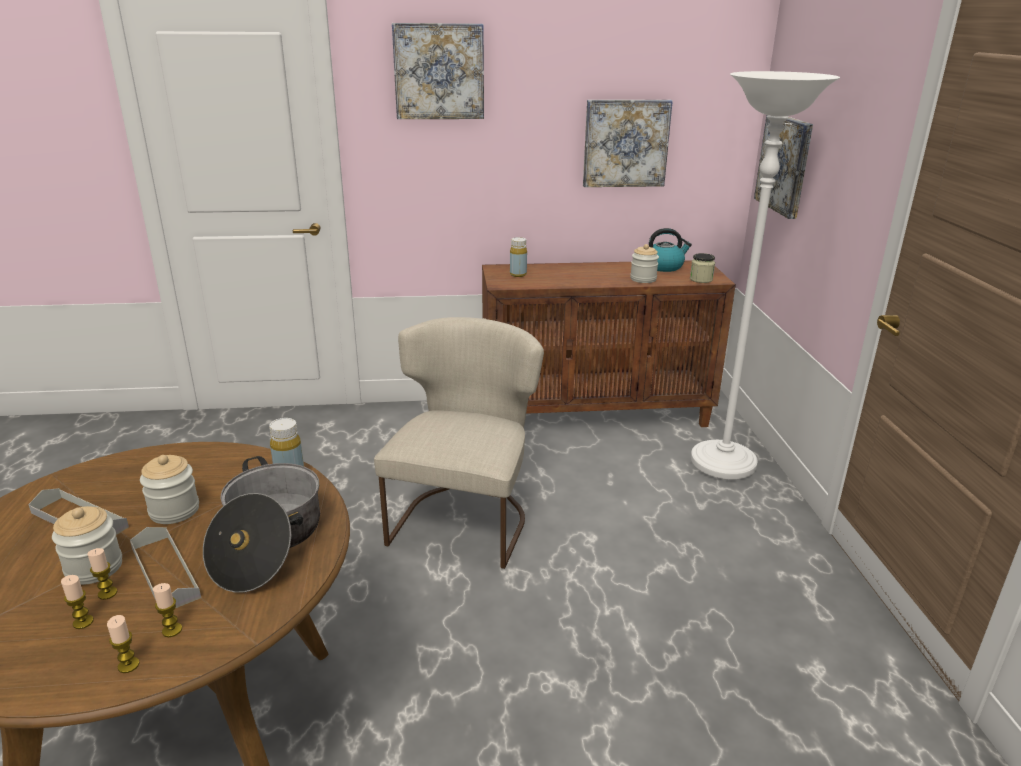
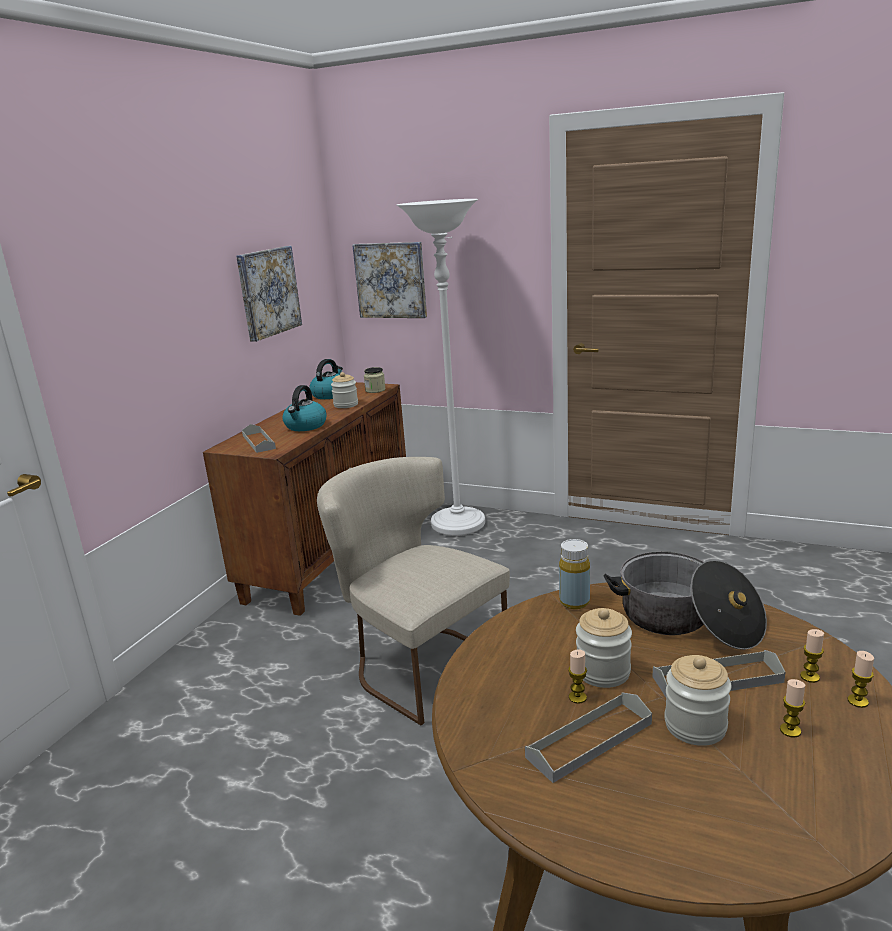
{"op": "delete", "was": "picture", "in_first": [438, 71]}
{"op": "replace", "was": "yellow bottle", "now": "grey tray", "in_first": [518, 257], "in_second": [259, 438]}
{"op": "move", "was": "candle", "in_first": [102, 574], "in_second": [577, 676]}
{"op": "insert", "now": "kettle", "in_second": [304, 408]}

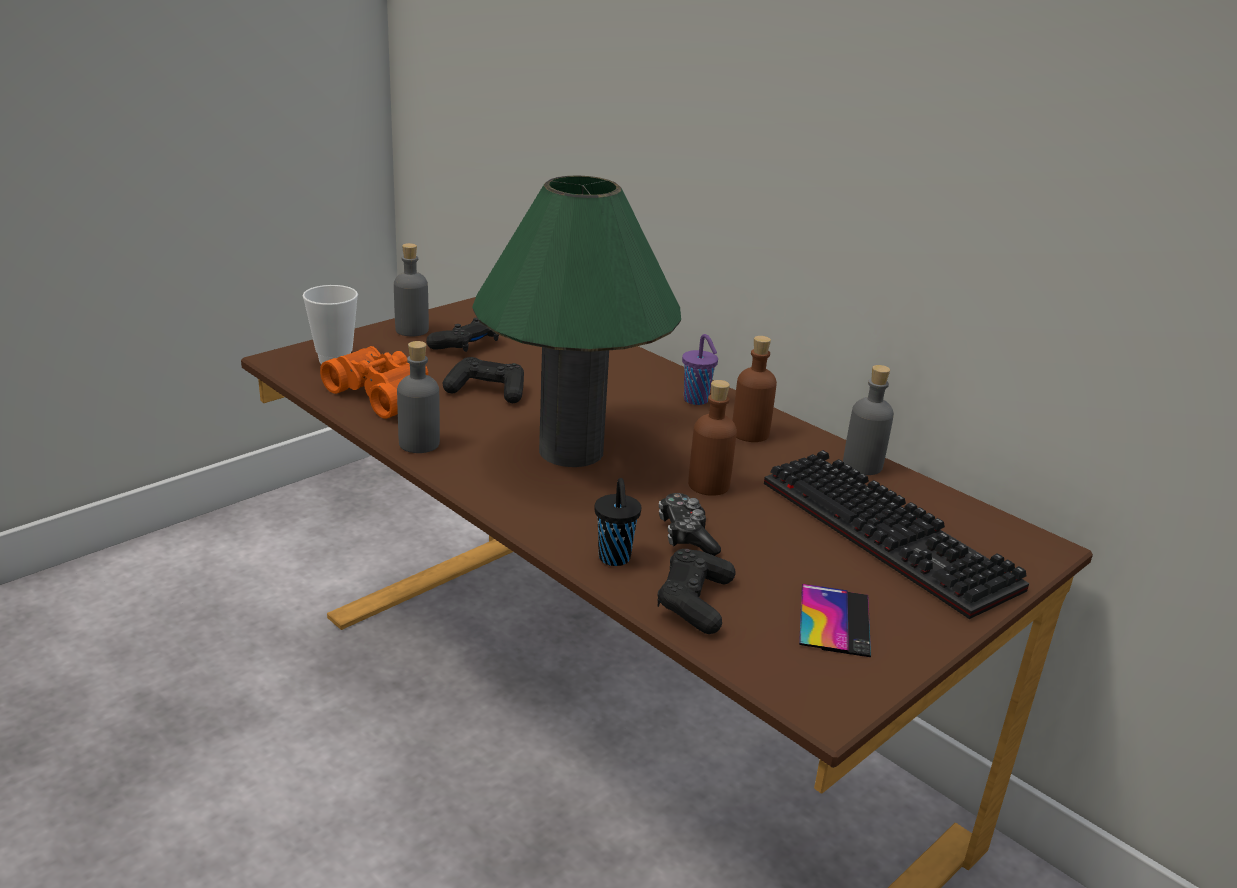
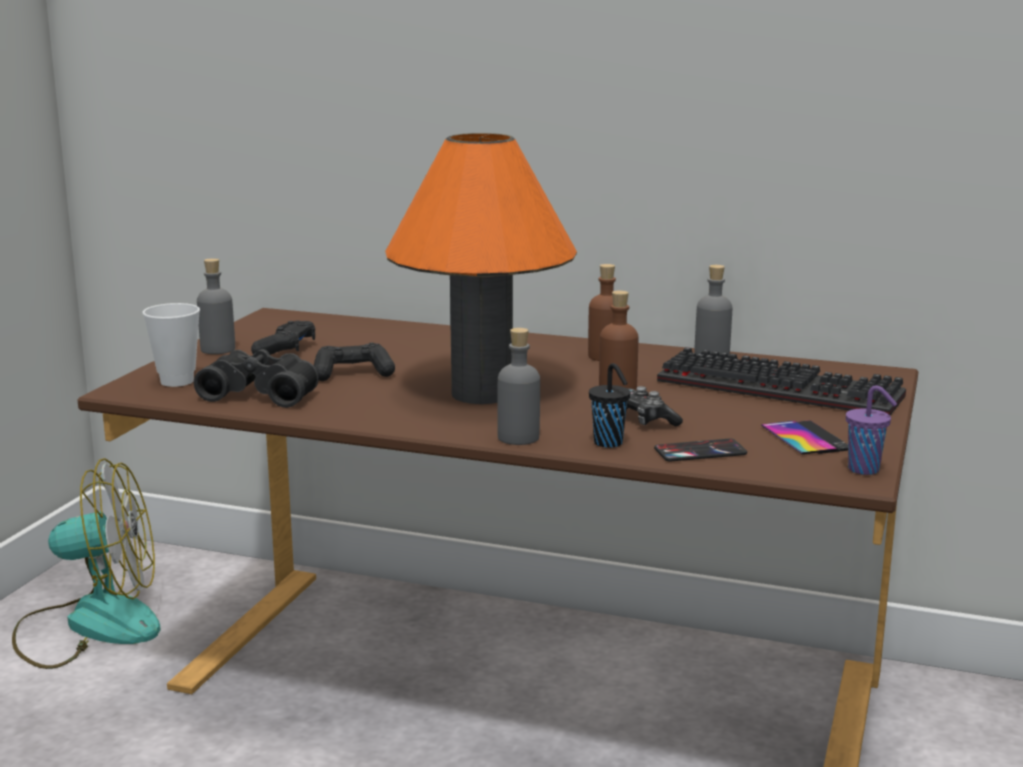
{"op": "recolor", "was": "green table lamp", "now": "orange table lamp", "in_first": [576, 321], "in_second": [481, 268]}
{"op": "move", "was": "purple cup", "in_first": [700, 369], "in_second": [871, 430]}
{"op": "move", "was": "grey bottle", "in_first": [418, 397], "in_second": [518, 386]}
{"op": "recolor", "was": "orange binoculars", "now": "black binoculars", "in_first": [374, 382], "in_second": [256, 378]}
{"op": "replace", "was": "black game controller", "now": "phone", "in_first": [696, 591], "in_second": [700, 450]}
{"op": "insert", "now": "fan", "in_second": [86, 563]}

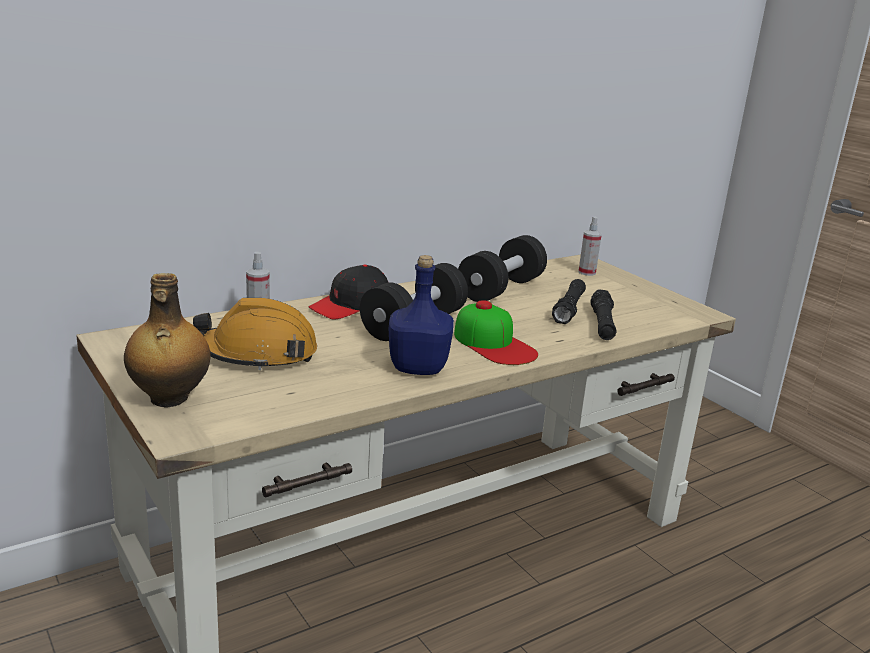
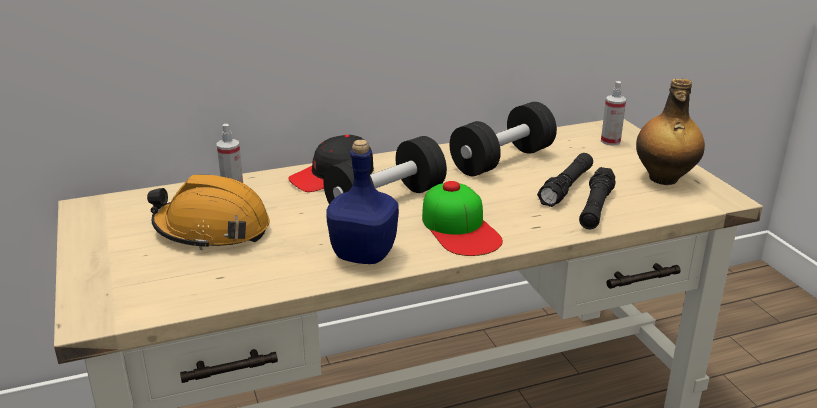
{"op": "move", "was": "bottle", "in_first": [167, 340], "in_second": [670, 132]}

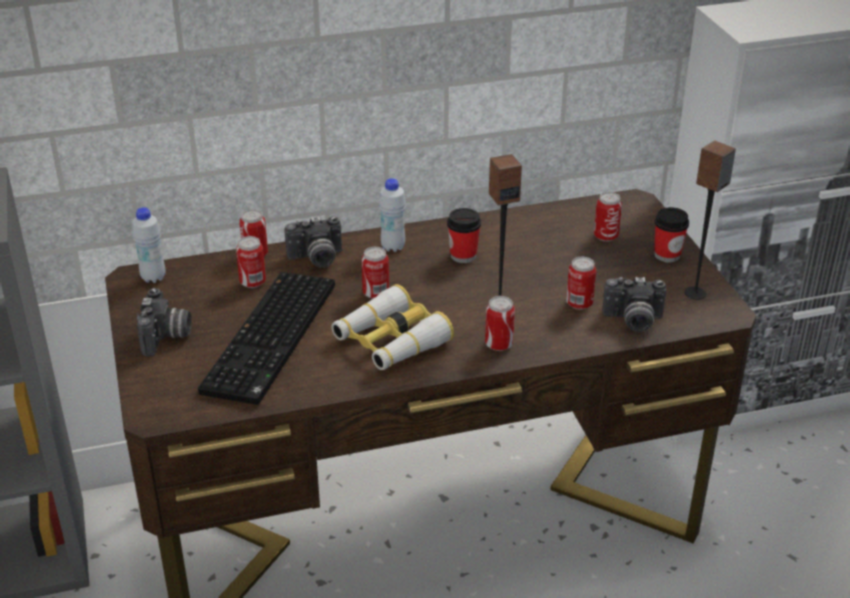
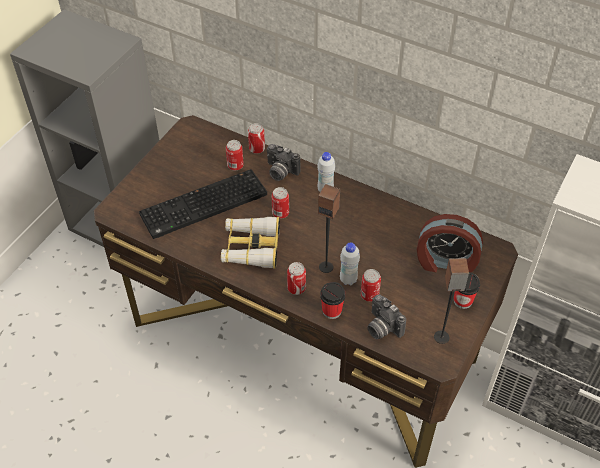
{"op": "replace", "was": "can", "now": "alarm clock", "in_first": [608, 217], "in_second": [450, 243]}
{"op": "move", "was": "white bottle", "in_first": [149, 245], "in_second": [350, 263]}
{"op": "move", "was": "cup", "in_first": [464, 235], "in_second": [333, 300]}
{"op": "delete", "was": "photo camera", "in_first": [164, 322]}

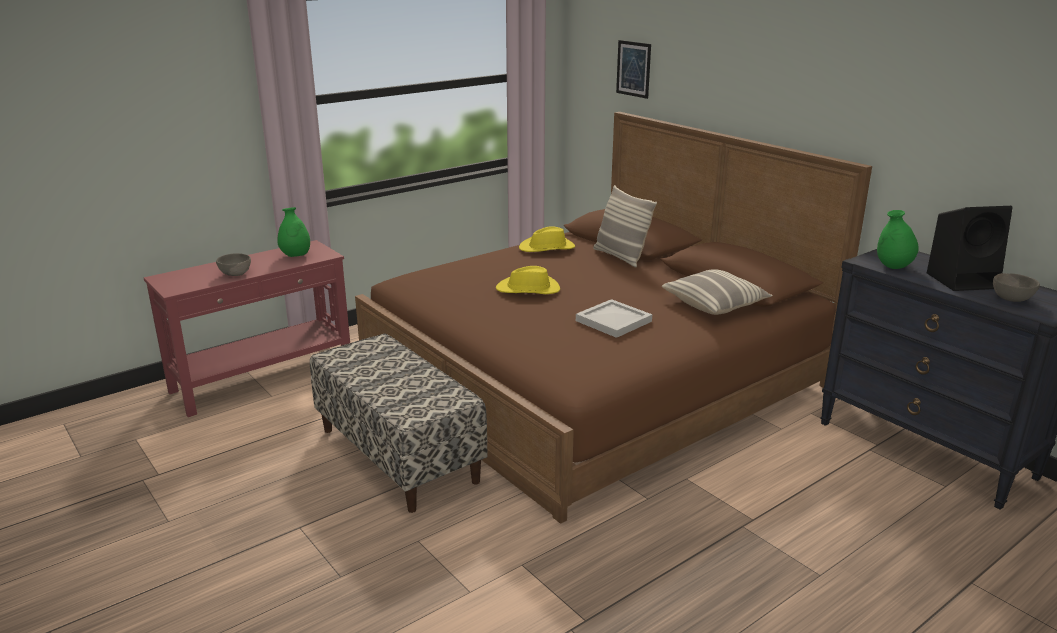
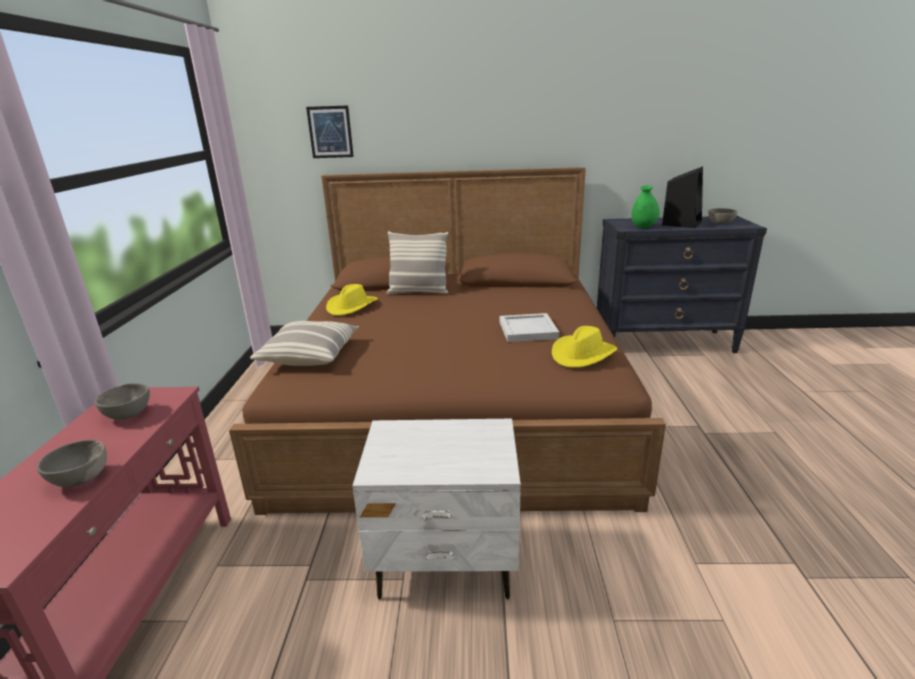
{"op": "replace", "was": "green vase", "now": "grey bowl", "in_first": [294, 232], "in_second": [122, 401]}
{"op": "move", "was": "yellow hat", "in_first": [528, 280], "in_second": [584, 346]}
{"op": "move", "was": "pillow", "in_first": [717, 292], "in_second": [304, 343]}
{"op": "replace", "was": "bench", "now": "white nightstand", "in_first": [398, 423], "in_second": [436, 509]}

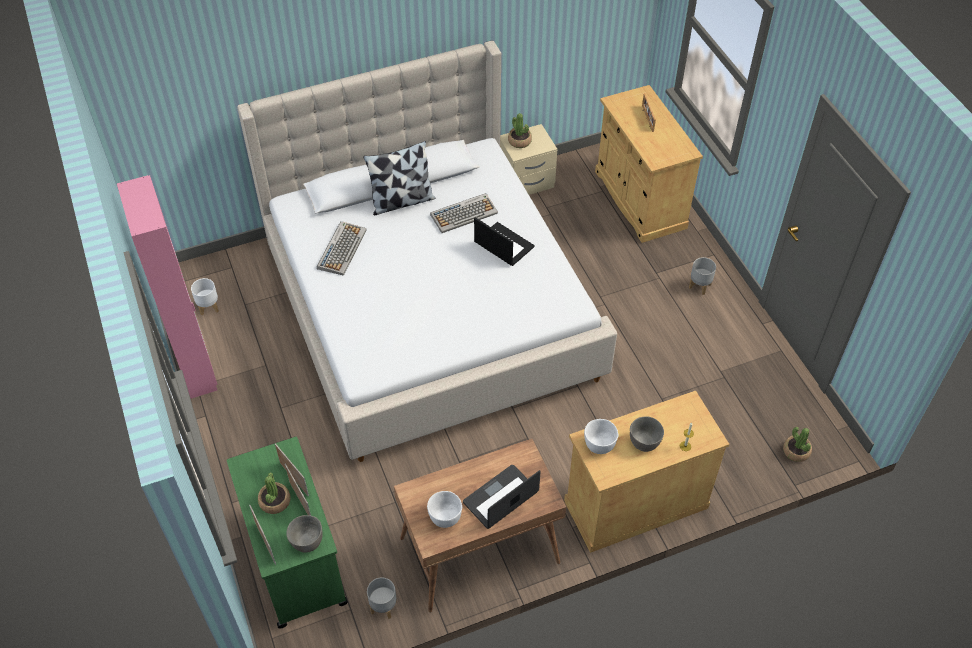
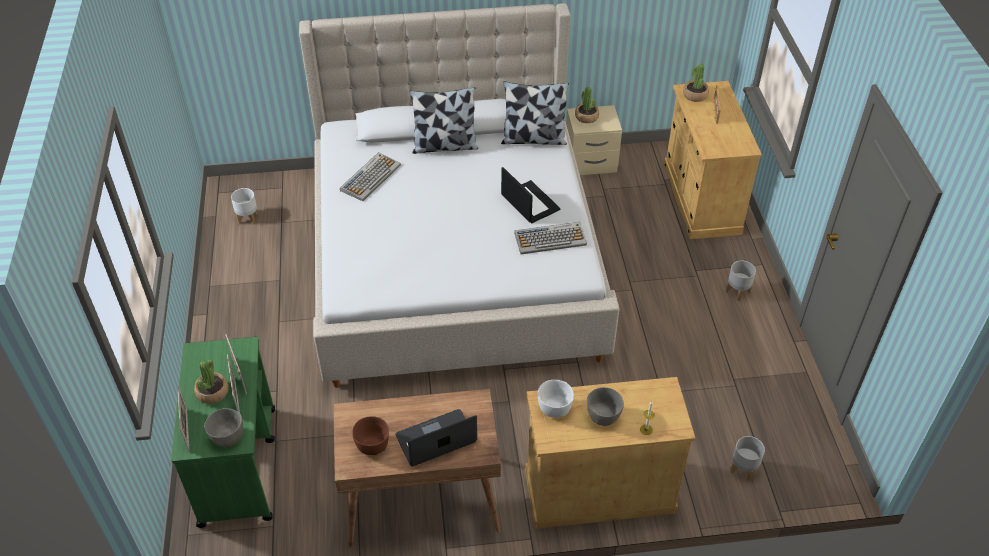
{"op": "delete", "was": "pink wardrobe", "in_first": [167, 287]}
{"op": "move", "was": "keyboard", "in_first": [464, 213], "in_second": [550, 238]}
{"op": "move", "was": "potted plant", "in_first": [797, 444], "in_second": [696, 83]}
{"op": "recolor", "was": "white bowl", "now": "brown bowl", "in_first": [444, 509], "in_second": [370, 435]}
{"op": "move", "was": "grey planter", "in_first": [382, 598], "in_second": [747, 458]}
{"op": "insert", "now": "pillow", "in_second": [535, 113]}

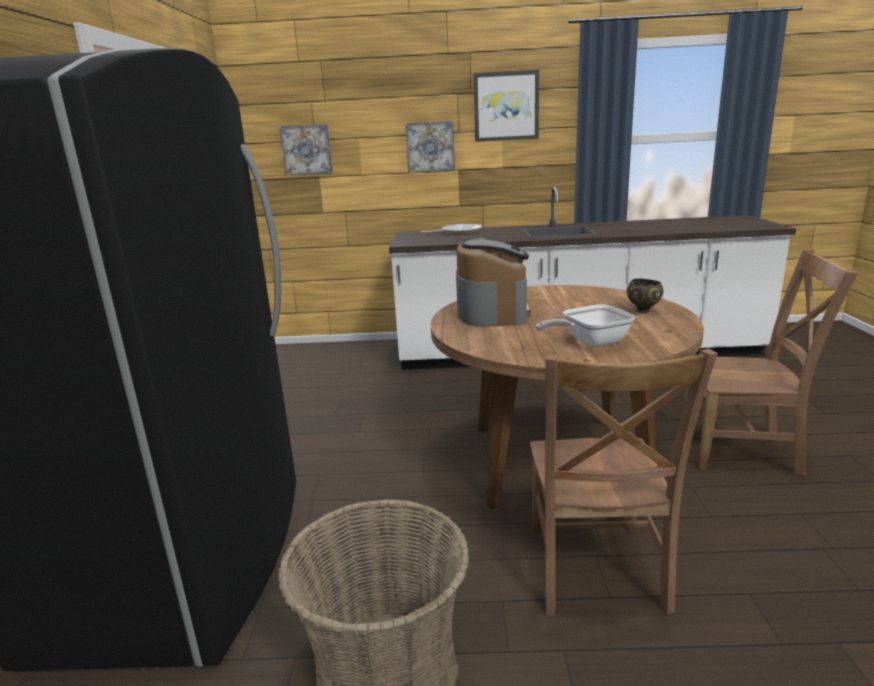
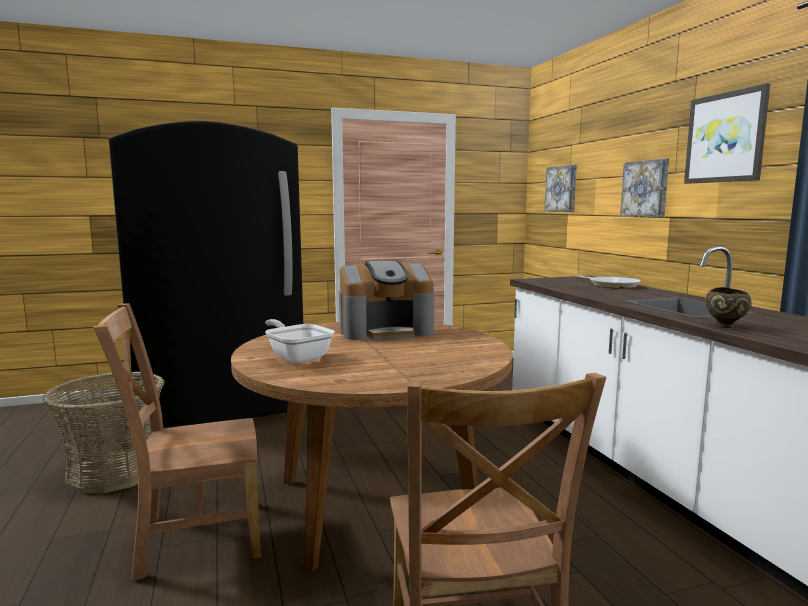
{"op": "move", "was": "brown bowl", "in_first": [645, 296], "in_second": [728, 307]}

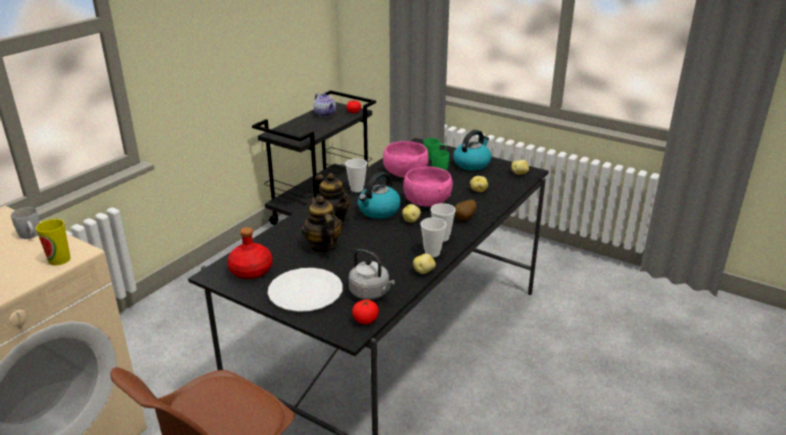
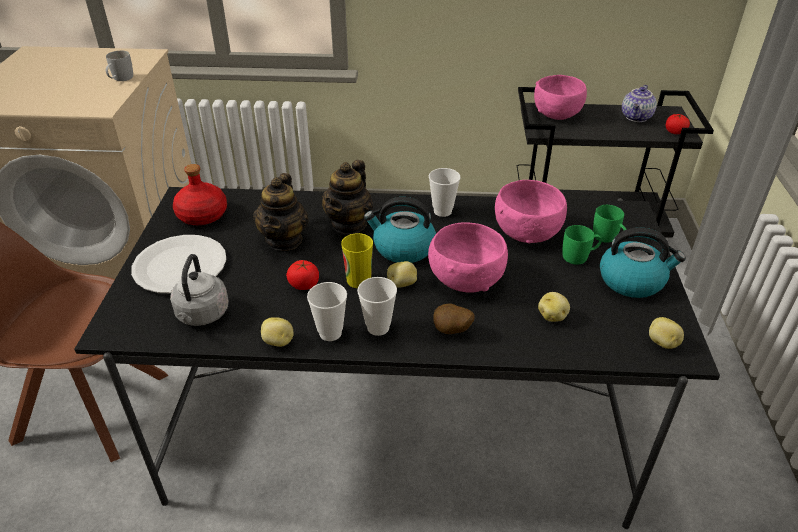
{"op": "rotate", "was": "teapot", "in_first": [322, 224], "in_second": [281, 212], "clockwise": 150}
{"op": "move", "was": "cup", "in_first": [53, 242], "in_second": [357, 260]}
{"op": "move", "was": "tomato", "in_first": [365, 312], "in_second": [302, 275]}
{"op": "insert", "now": "pink bowl", "in_second": [560, 97]}

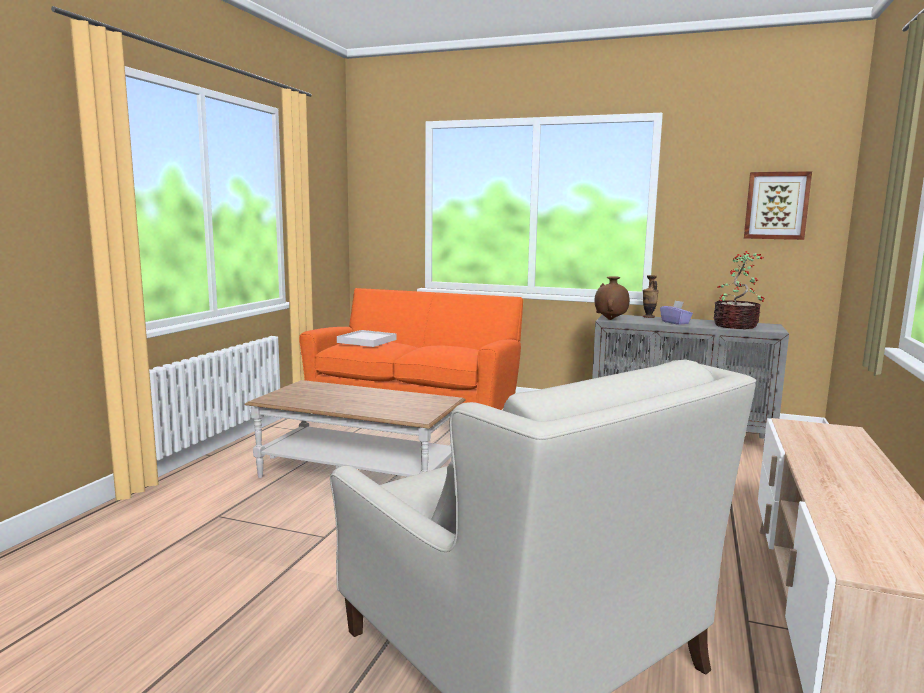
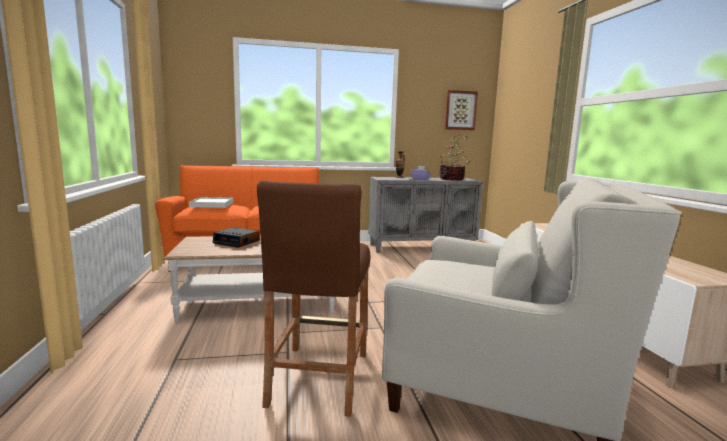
{"op": "delete", "was": "brown vase", "in_first": [612, 298]}
{"op": "insert", "now": "brown stool", "in_second": [314, 298]}
{"op": "insert", "now": "alarm clock", "in_second": [236, 237]}

